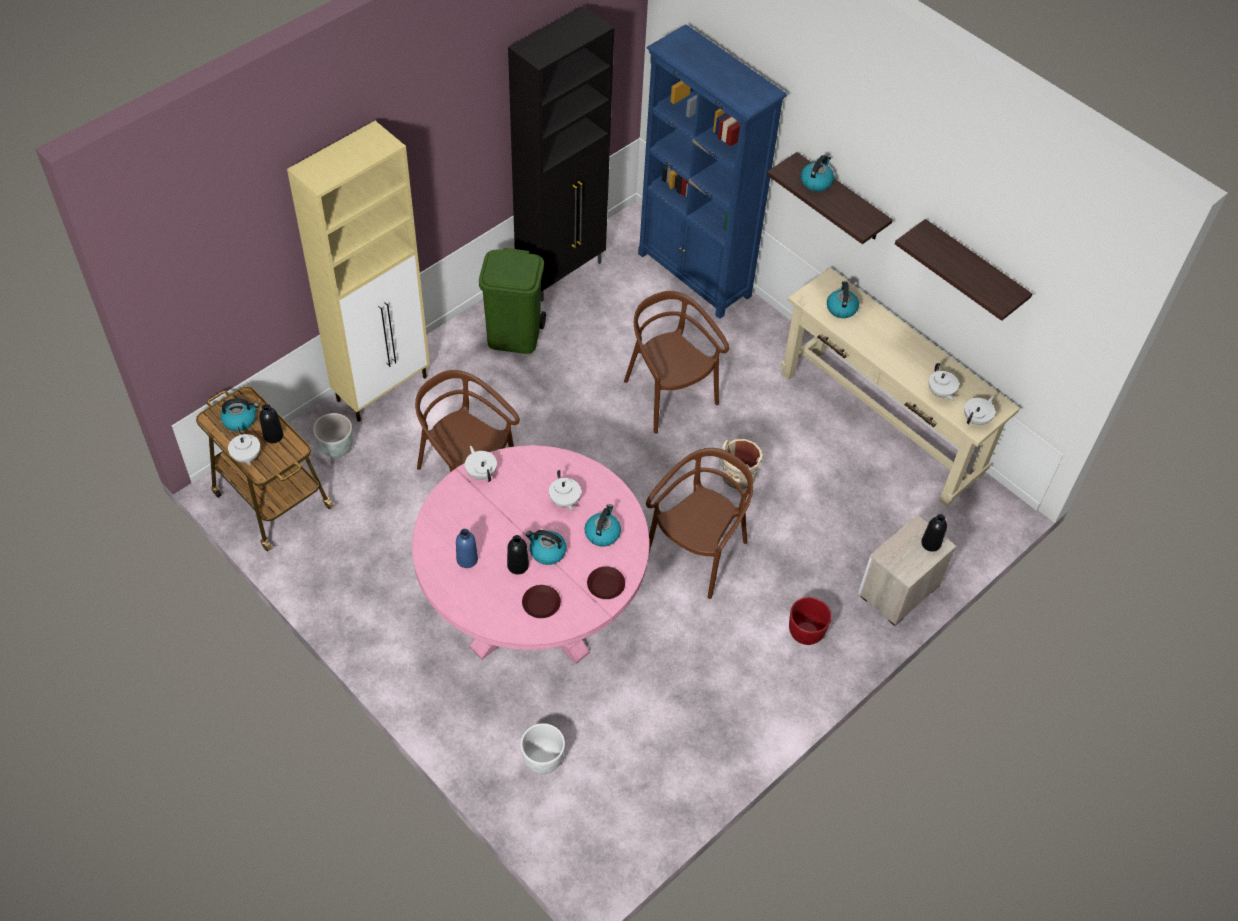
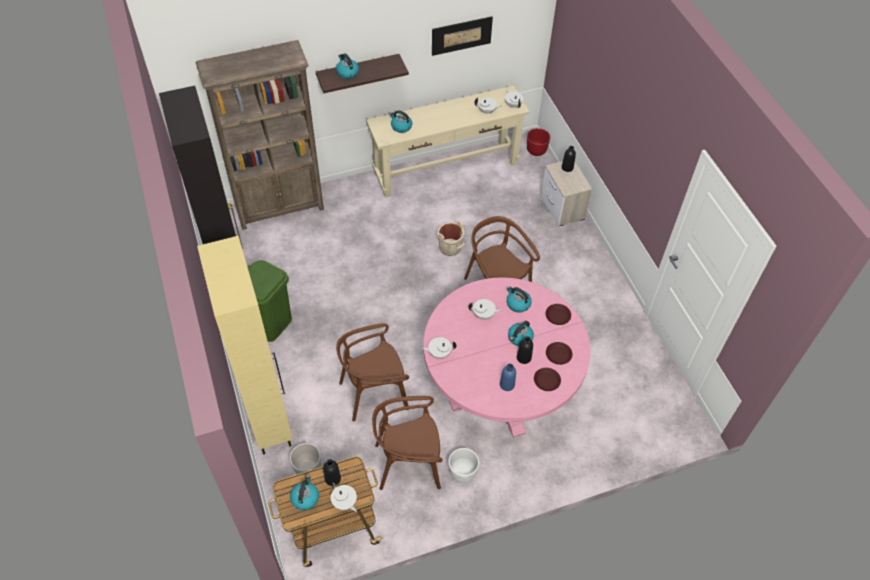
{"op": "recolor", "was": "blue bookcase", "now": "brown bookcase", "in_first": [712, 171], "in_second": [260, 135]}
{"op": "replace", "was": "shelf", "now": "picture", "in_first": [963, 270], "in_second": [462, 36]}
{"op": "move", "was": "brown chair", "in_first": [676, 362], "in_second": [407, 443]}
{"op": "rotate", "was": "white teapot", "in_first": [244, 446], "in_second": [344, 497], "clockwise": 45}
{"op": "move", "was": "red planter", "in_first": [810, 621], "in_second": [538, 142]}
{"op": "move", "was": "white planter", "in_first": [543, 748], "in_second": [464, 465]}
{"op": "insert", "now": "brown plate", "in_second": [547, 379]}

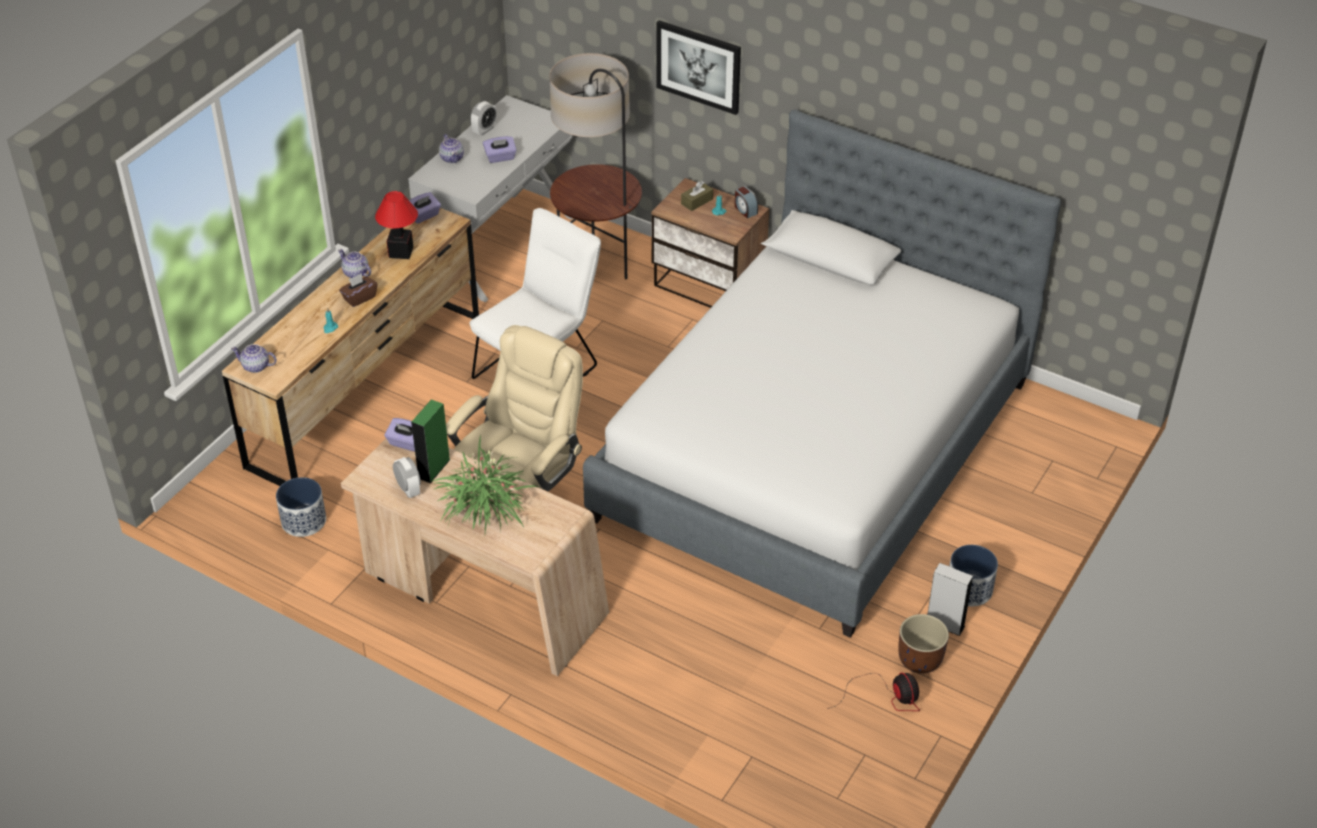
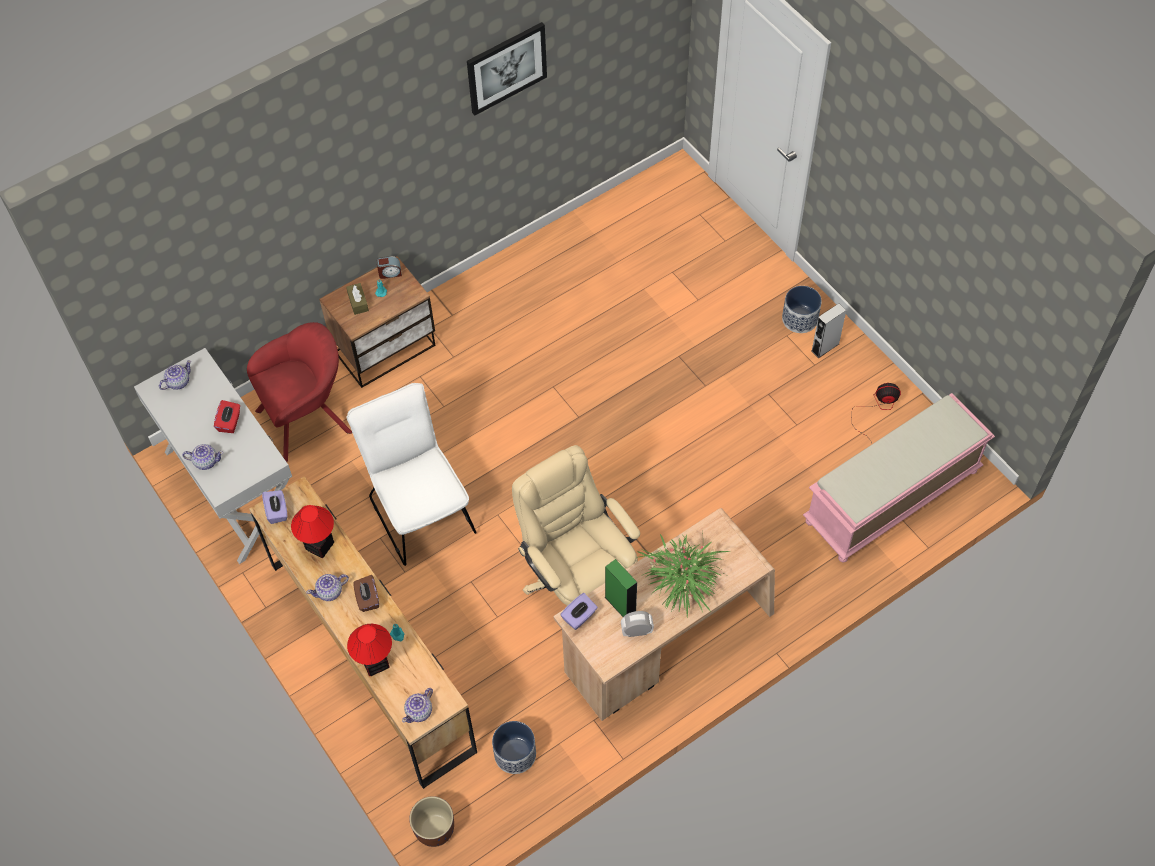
{"op": "move", "was": "picture", "in_first": [698, 67], "in_second": [507, 68]}
{"op": "replace", "was": "floor lamp", "now": "red armchair", "in_first": [595, 166], "in_second": [299, 392]}
{"op": "delete", "was": "alarm clock", "in_first": [484, 118]}
{"op": "delete", "was": "bed", "in_first": [822, 374]}
{"op": "recolor", "was": "purple tissue box", "now": "red tissue box", "in_first": [500, 149], "in_second": [227, 416]}
{"op": "move", "was": "brown planter", "in_first": [923, 644], "in_second": [431, 821]}
{"op": "insert", "now": "teapot", "in_second": [175, 375]}
{"op": "insert", "now": "pink bench", "in_second": [899, 477]}
{"op": "insert", "now": "table lamp", "in_second": [369, 650]}

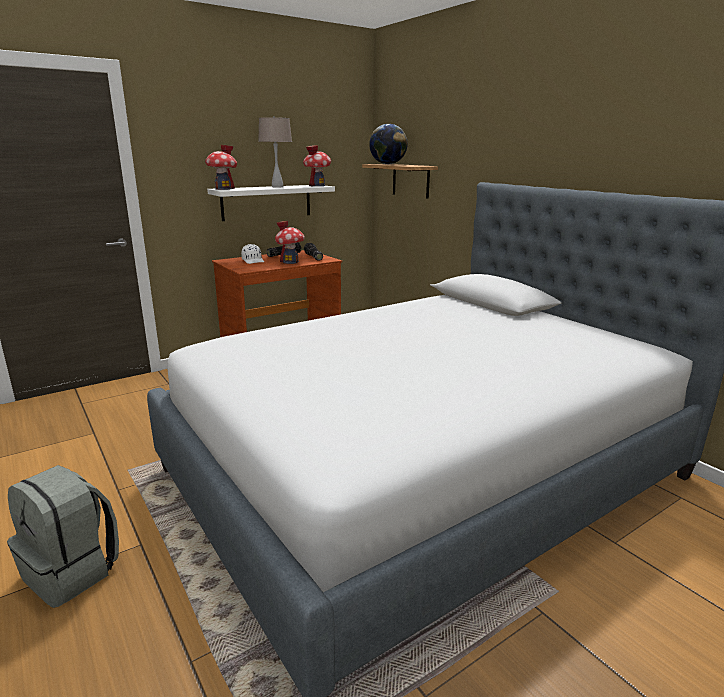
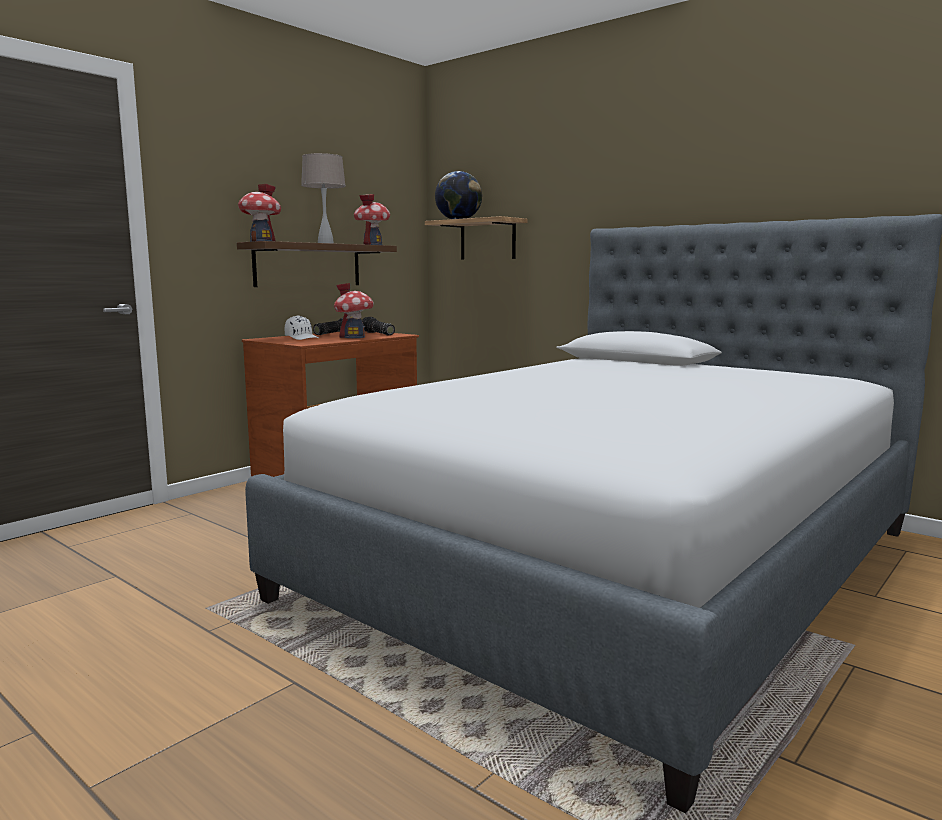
{"op": "recolor", "was": "white shelf", "now": "brown shelf", "in_first": [271, 203], "in_second": [317, 264]}
{"op": "delete", "was": "grey backpack", "in_first": [63, 536]}

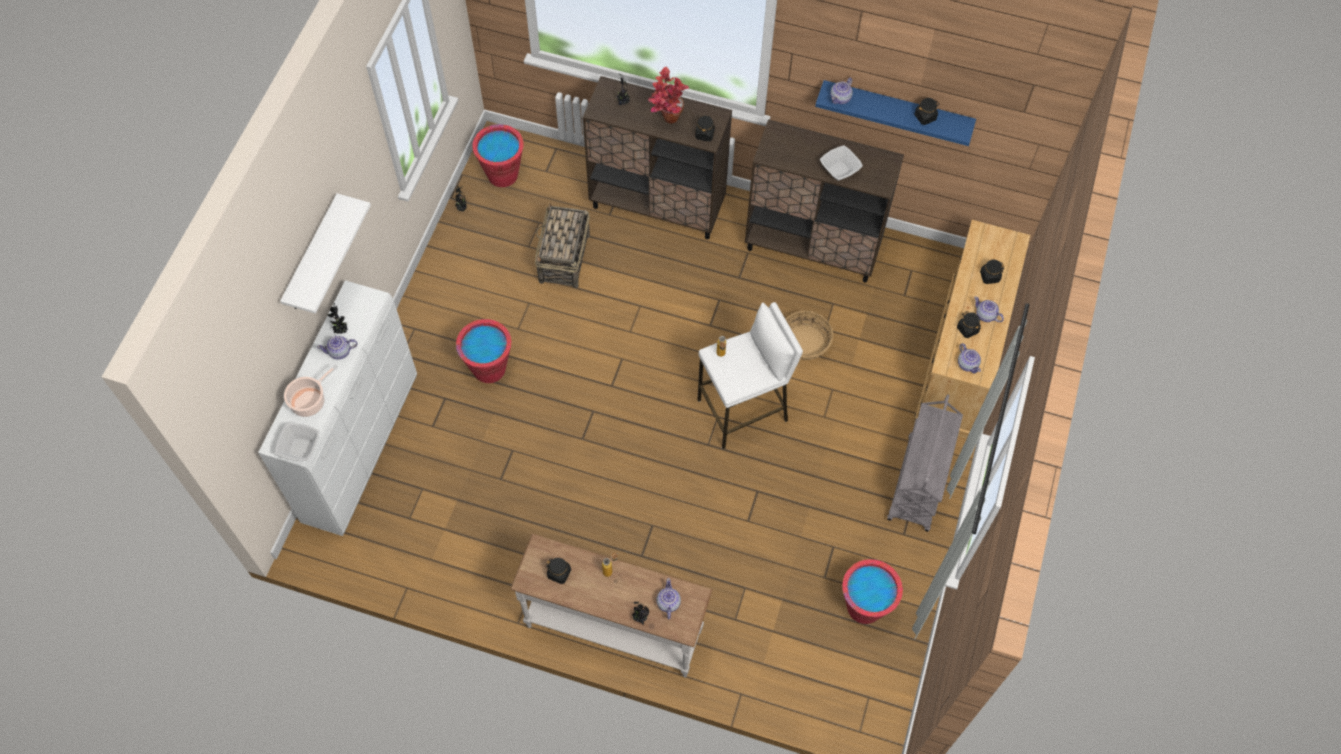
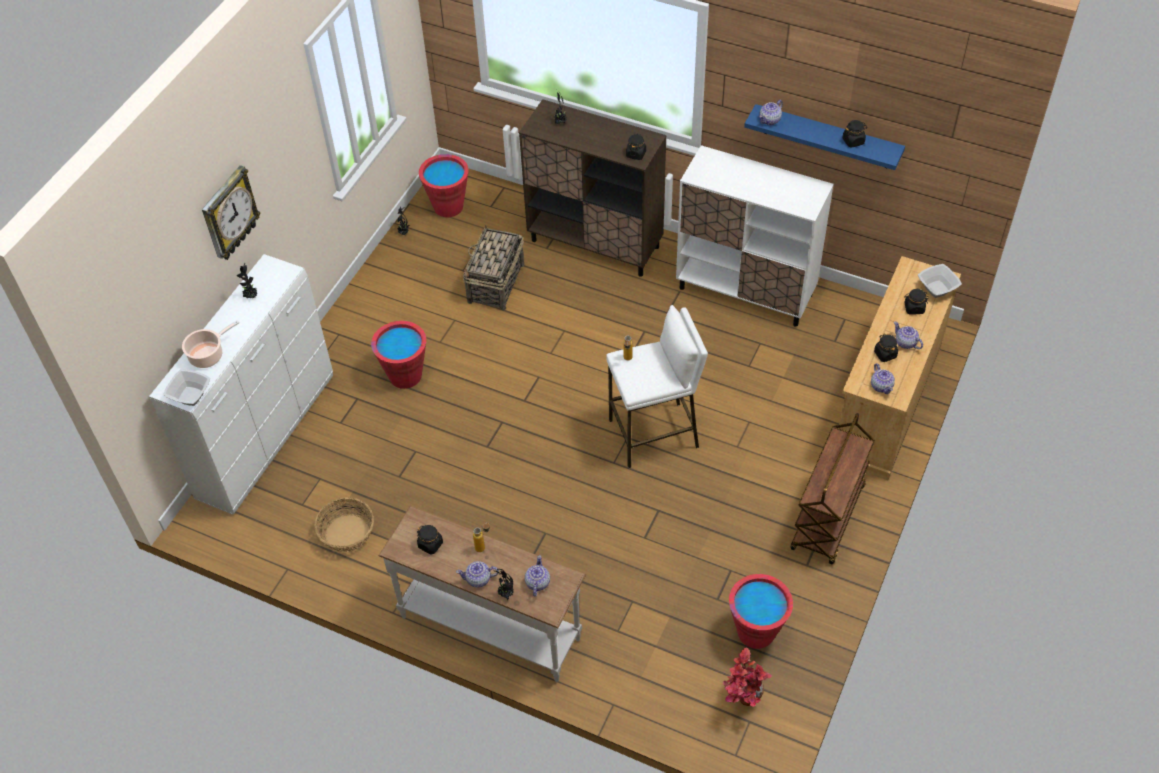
{"op": "move", "was": "potted plant", "in_first": [668, 95], "in_second": [747, 677]}
{"op": "recolor", "was": "brown cabinet", "now": "white cabinet", "in_first": [824, 200], "in_second": [755, 236]}
{"op": "move", "was": "bowl", "in_first": [841, 163], "in_second": [940, 281]}
{"op": "replace", "was": "white shelf", "now": "wall clock", "in_first": [325, 253], "in_second": [231, 212]}
{"op": "move", "was": "basket", "in_first": [809, 335], "in_second": [344, 524]}
{"op": "move", "was": "teapot", "in_first": [337, 348], "in_second": [477, 574]}
{"op": "recolor", "was": "grey cart", "now": "brown cart", "in_first": [925, 463], "in_second": [832, 489]}

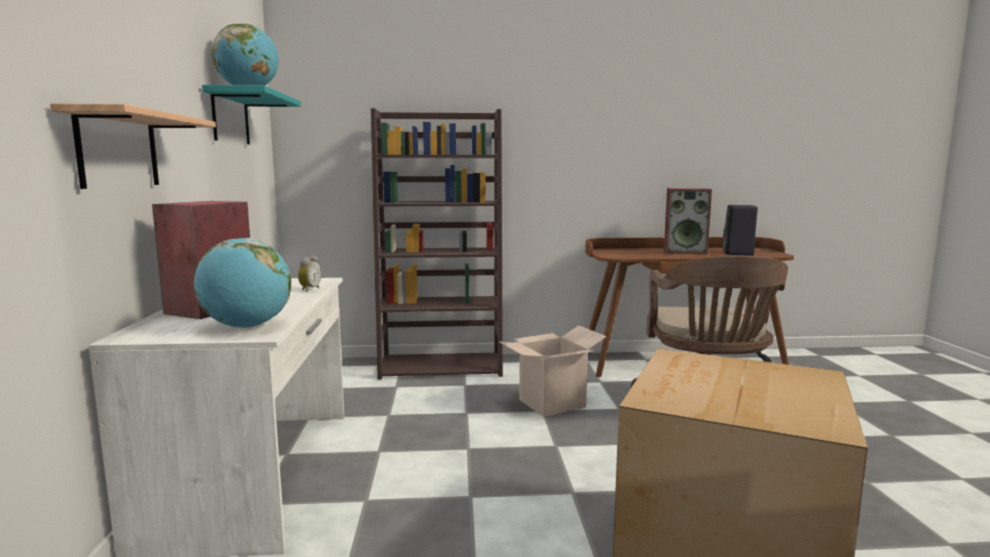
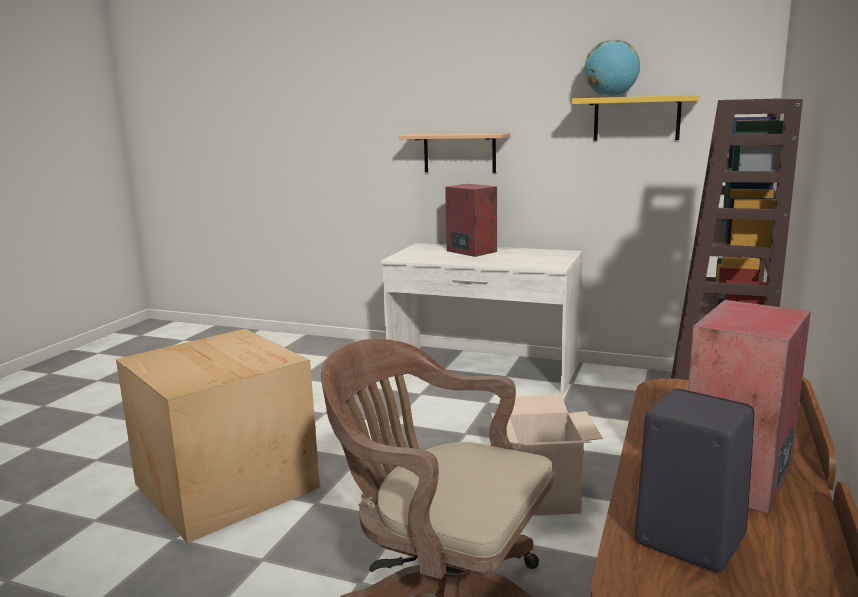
{"op": "recolor", "was": "turquoise shelf", "now": "yellow shelf", "in_first": [251, 114], "in_second": [635, 118]}
{"op": "delete", "was": "globe", "in_first": [242, 283]}
{"op": "delete", "was": "alarm clock", "in_first": [309, 273]}

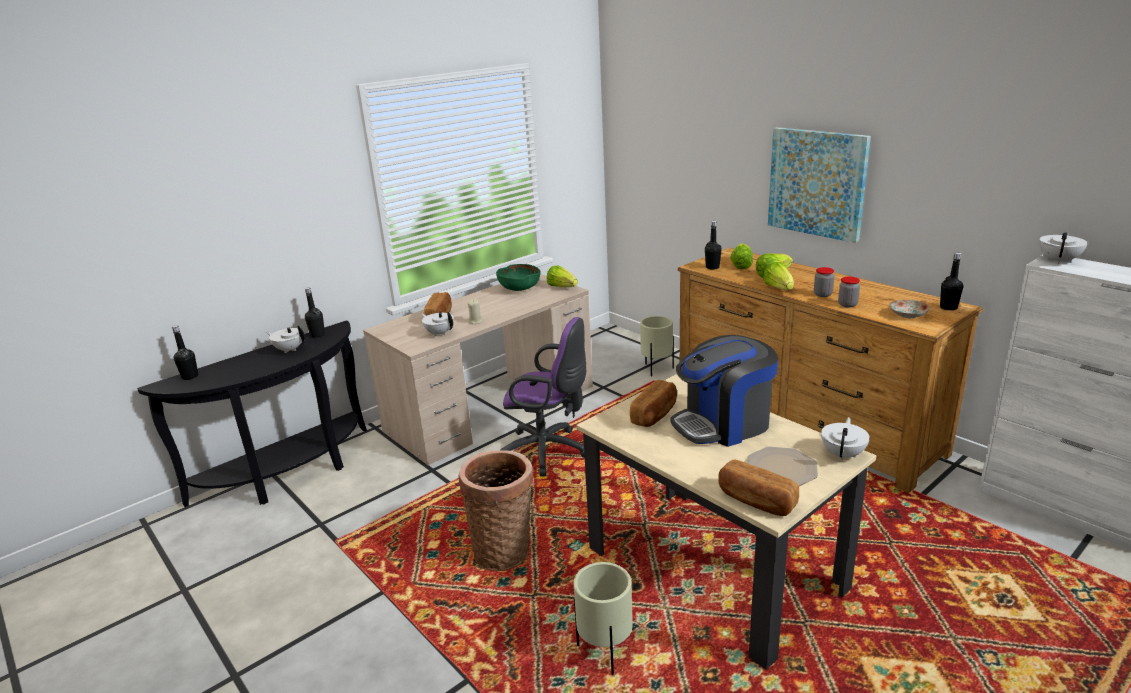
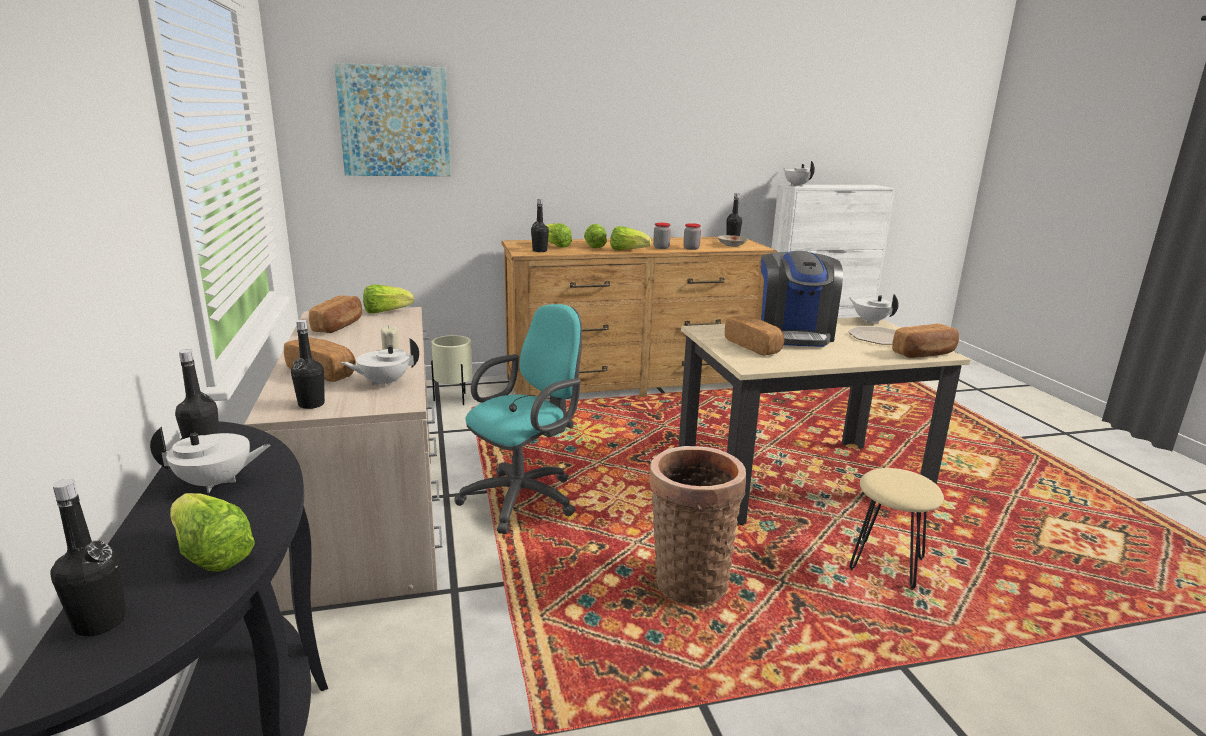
{"op": "move", "was": "picture", "in_first": [819, 185], "in_second": [392, 119]}
{"op": "replace", "was": "green bowl", "now": "bread", "in_first": [518, 277], "in_second": [335, 314]}
{"op": "recolor", "was": "purple office chair", "now": "turquoise office chair", "in_first": [543, 397], "in_second": [518, 419]}
{"op": "rotate", "was": "white teapot", "in_first": [285, 339], "in_second": [210, 460], "clockwise": -150}
{"op": "replace", "was": "beige planter", "now": "beige stool", "in_first": [603, 618], "in_second": [896, 529]}
{"op": "insert", "now": "black bottle", "in_second": [308, 364]}
{"op": "insert", "now": "lettuce", "in_second": [212, 532]}

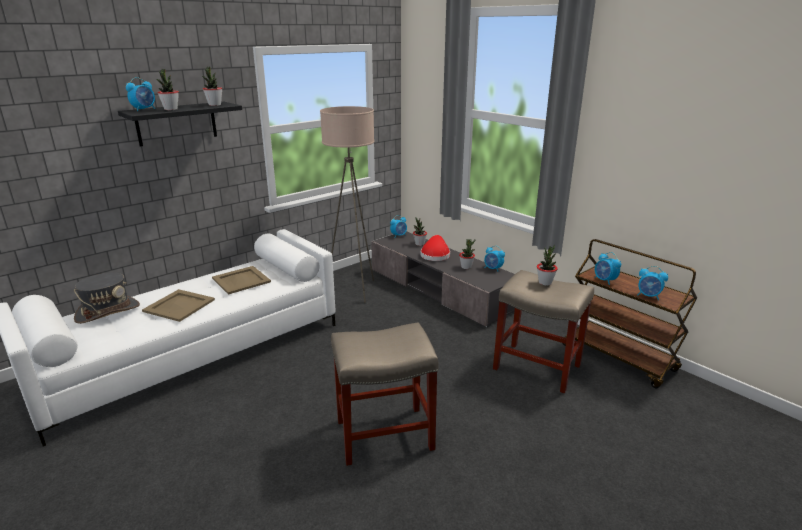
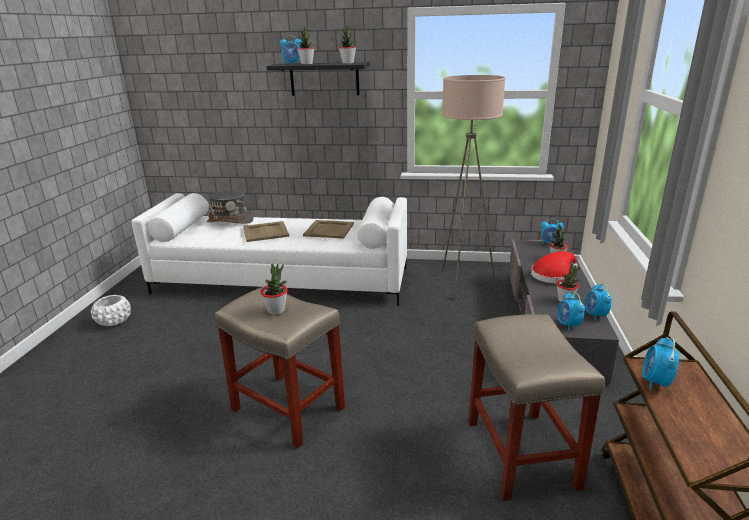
{"op": "move", "was": "potted plant", "in_first": [547, 265], "in_second": [274, 289]}
{"op": "move", "was": "alarm clock", "in_first": [652, 283], "in_second": [571, 311]}
{"op": "insert", "now": "white planter", "in_second": [111, 311]}

